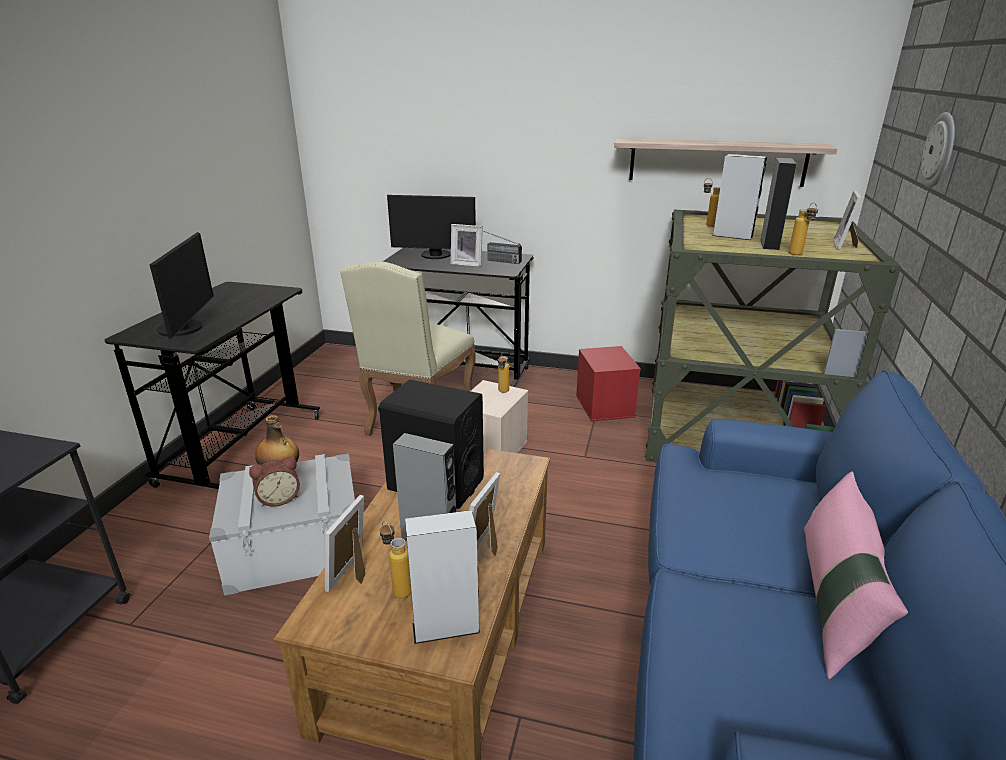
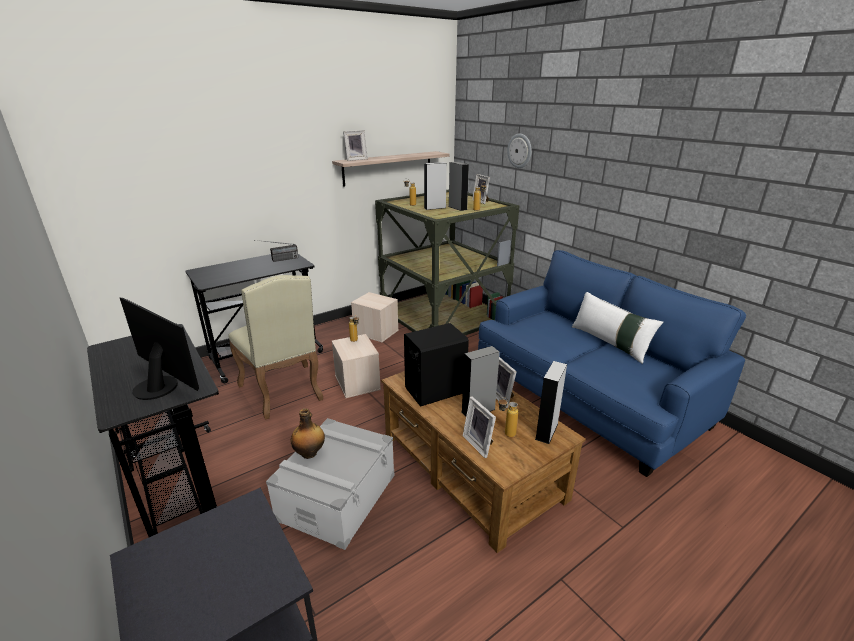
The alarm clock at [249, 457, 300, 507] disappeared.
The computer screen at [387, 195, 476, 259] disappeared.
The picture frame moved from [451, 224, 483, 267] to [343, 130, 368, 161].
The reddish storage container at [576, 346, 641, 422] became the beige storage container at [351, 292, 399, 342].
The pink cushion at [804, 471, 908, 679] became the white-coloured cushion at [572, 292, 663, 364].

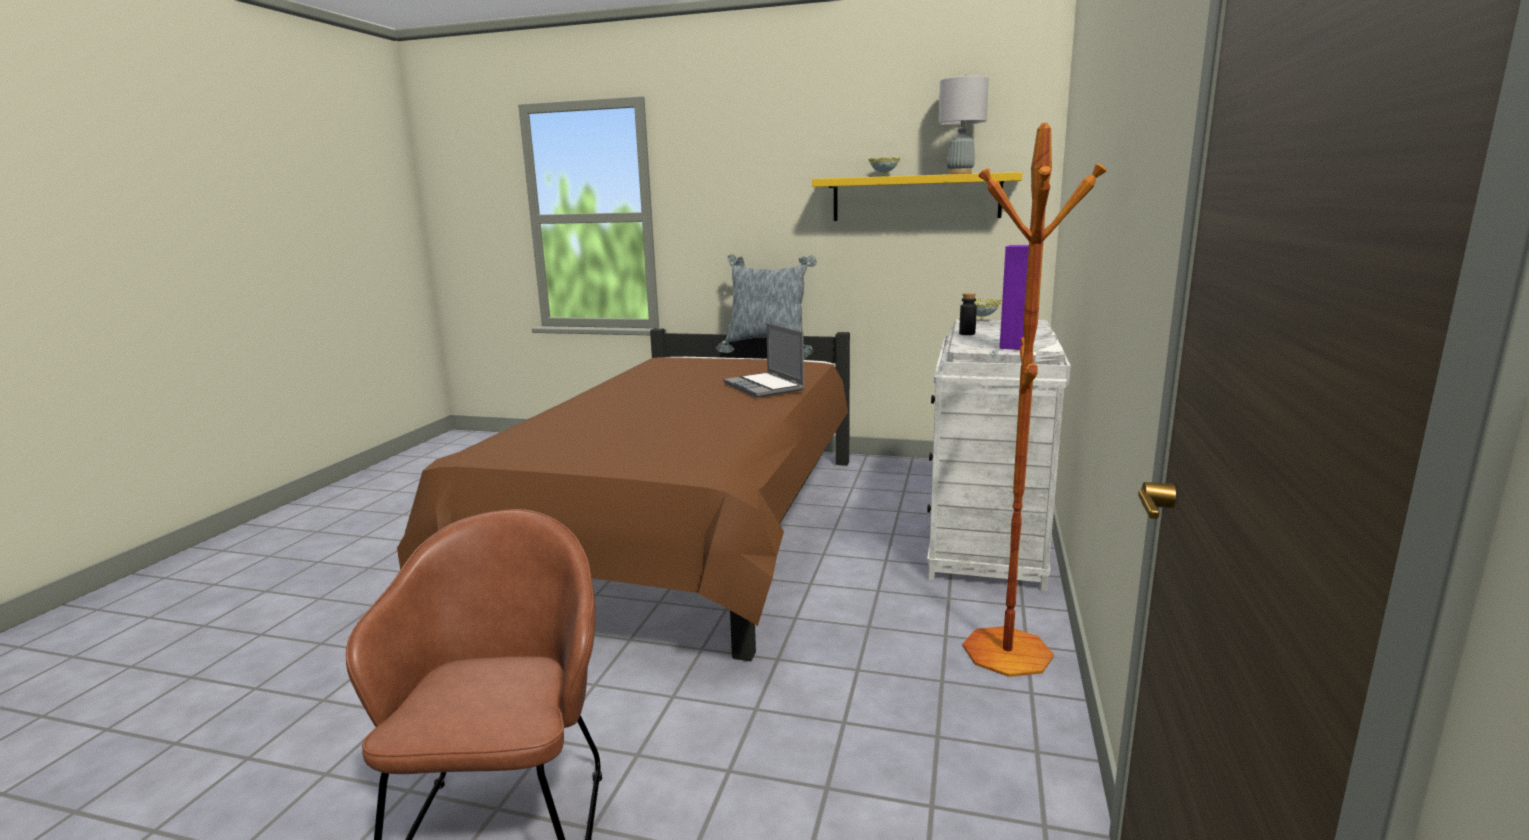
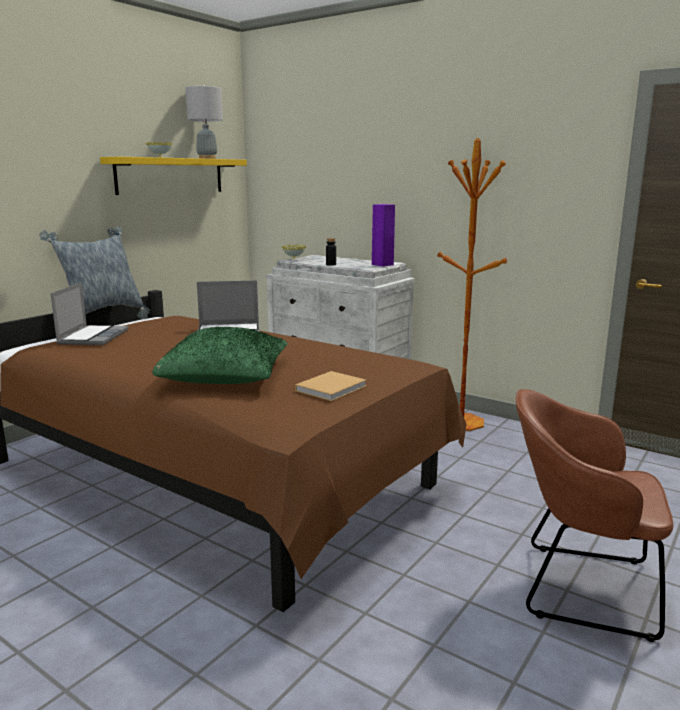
The portable computer at [50, 282, 129, 345] appeared.
The green-coloured cushion at [152, 327, 287, 384] appeared.
The beige book at [295, 371, 367, 401] appeared.

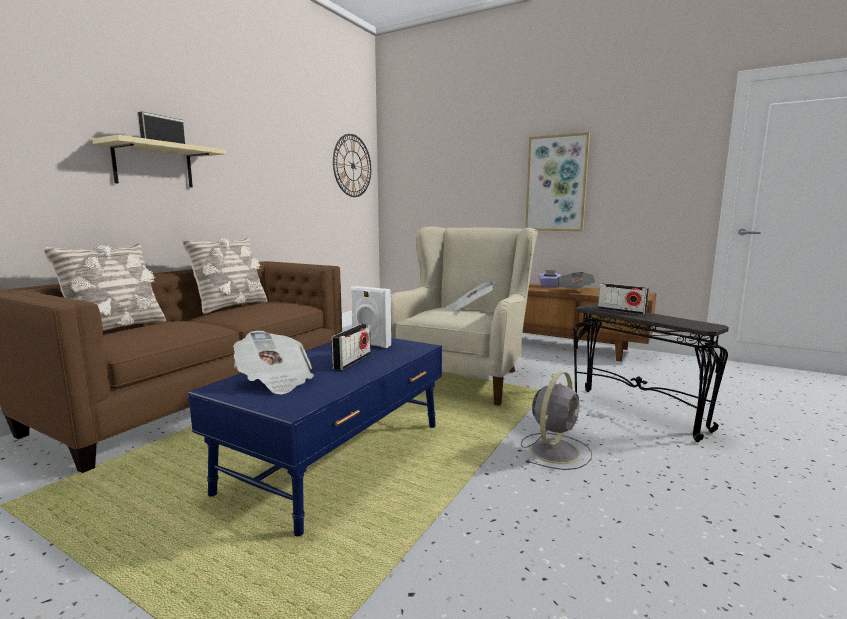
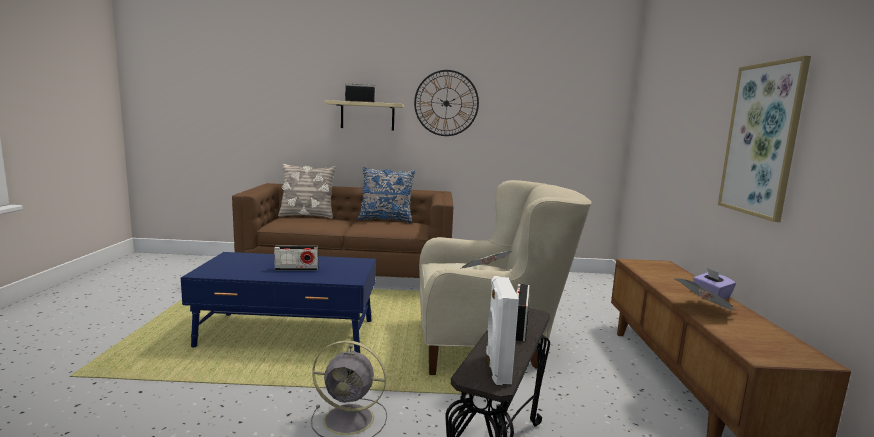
The beige cushion at [182, 237, 267, 314] became the blue cushion at [358, 167, 415, 223].
The printed paper at [233, 331, 314, 395] disappeared.
The clock on the wall moved from [333, 134, 371, 197] to [414, 70, 479, 136].
The white-coloured audio speaker moved from [351, 286, 391, 348] to [486, 276, 519, 385].

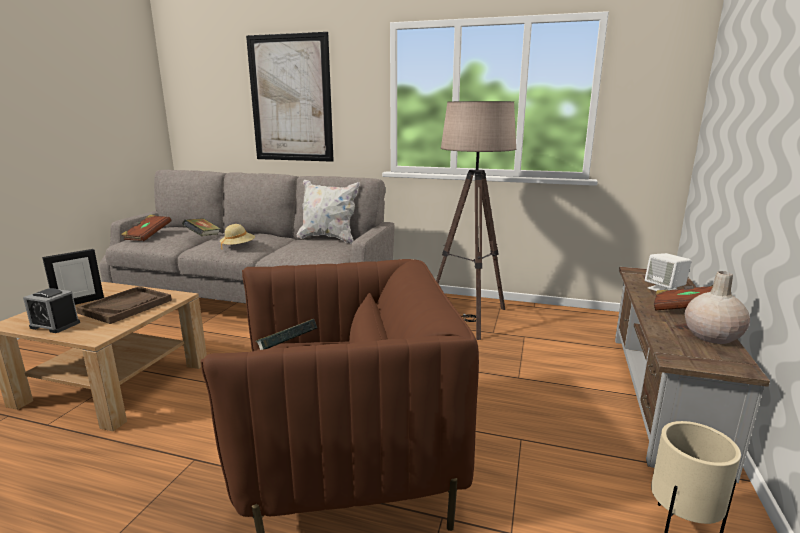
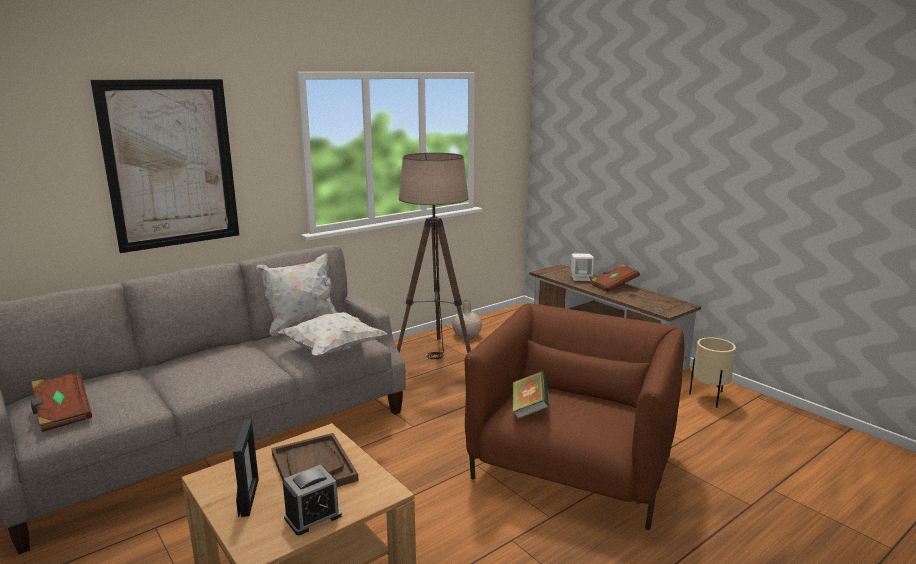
The book at [182, 218, 221, 236] disappeared.
The beige clothing hat at [220, 224, 255, 250] disappeared.
The beige decorative vase moved from [685, 271, 750, 344] to [452, 300, 482, 338].
The white-coloured cushion at [278, 312, 387, 357] appeared.

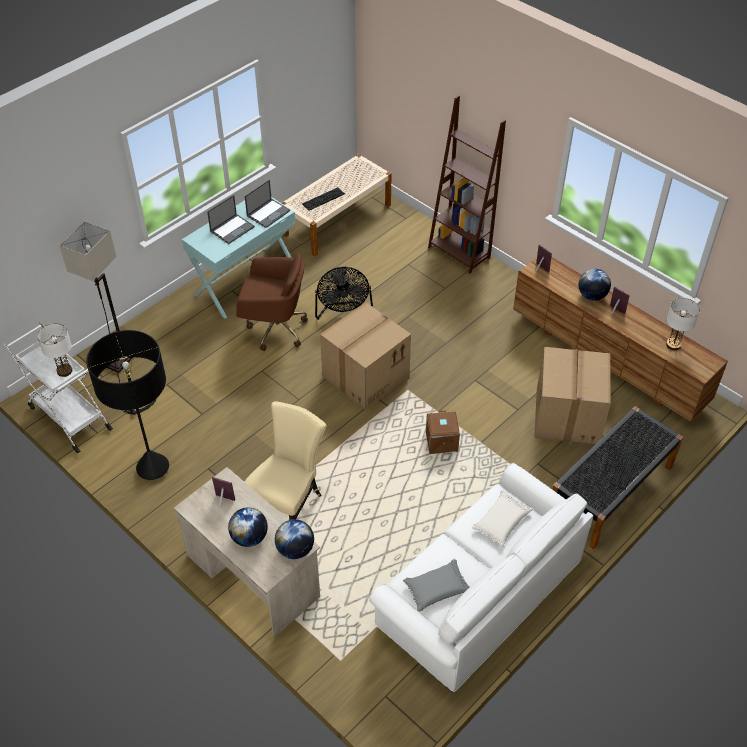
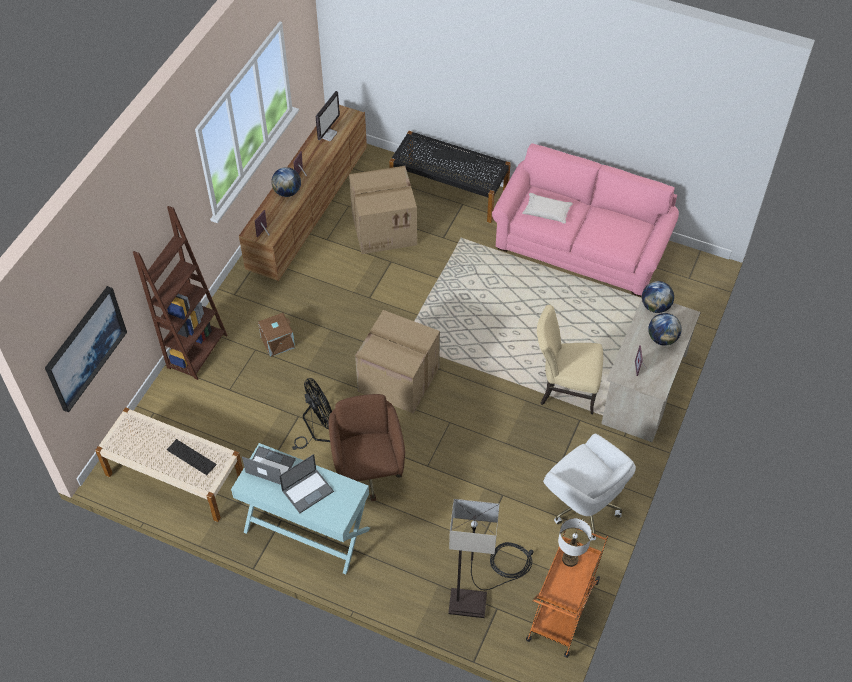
The white-coloured trolley at [4, 322, 113, 453] became the orangey trolley at [526, 528, 608, 658].
The black-coloured standing lamp at [86, 330, 169, 480] was replaced by the white-coloured computer chair at [543, 434, 636, 541].
The portable computer at [207, 195, 255, 244] turned 120 degrees clockwise.
The white-coloured settee at [369, 463, 593, 693] became the pink settee at [492, 143, 679, 297].
The greyish cushion at [403, 559, 469, 612] disappeared.
The brown storage container moved from [426, 410, 460, 454] to [258, 313, 295, 357].
The tabletop lamp at [666, 298, 700, 350] was replaced by the computer screen at [315, 91, 340, 141].
The wall art at [45, 286, 127, 412] appeared.

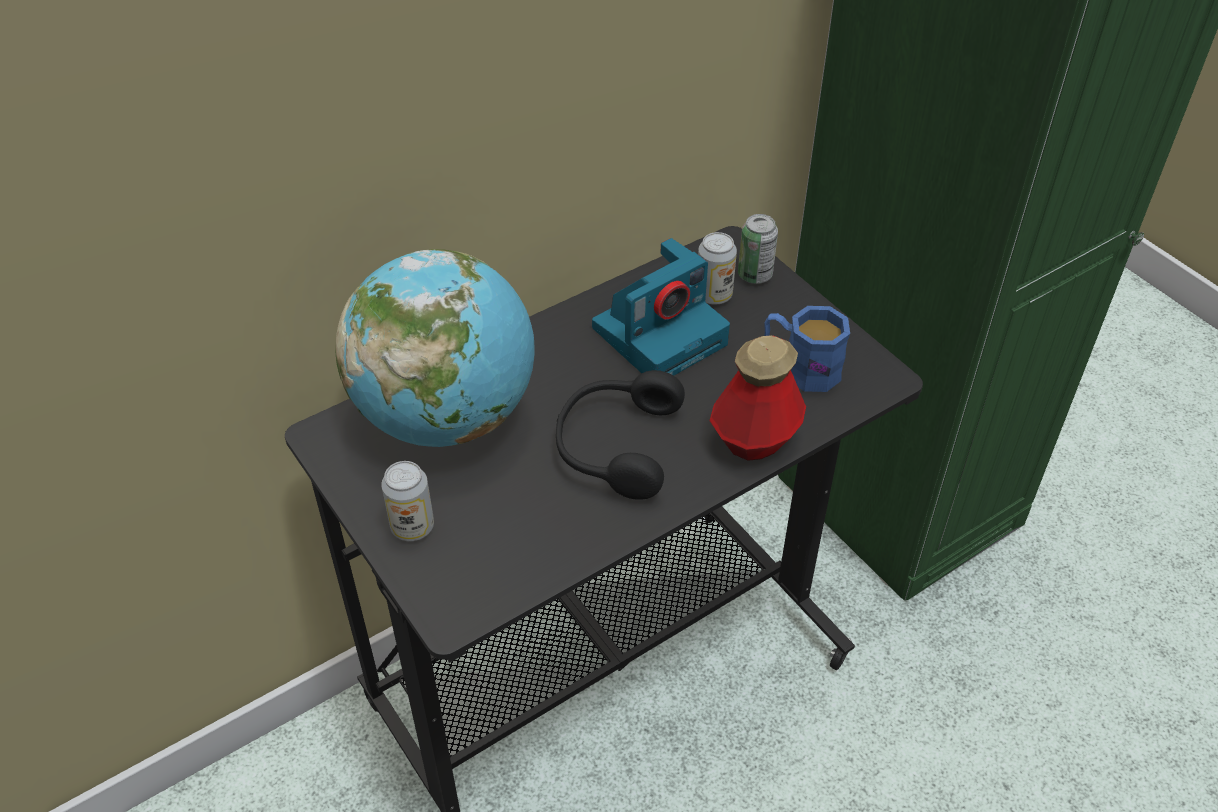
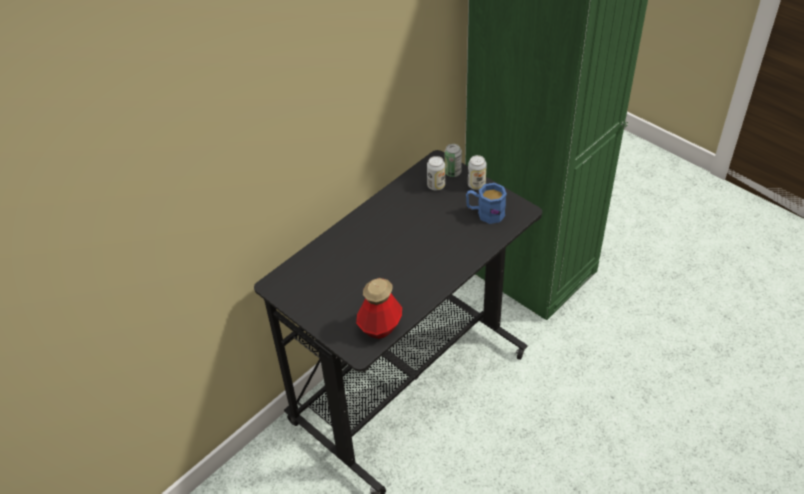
The desk globe at [336, 249, 535, 447] disappeared.
The metal can moved from [381, 461, 434, 541] to [468, 155, 487, 190].
The black-coloured headset at [556, 370, 685, 500] disappeared.
The photo camera at [592, 238, 730, 376] disappeared.
The drink bottle moved from [709, 335, 806, 461] to [356, 278, 402, 339].

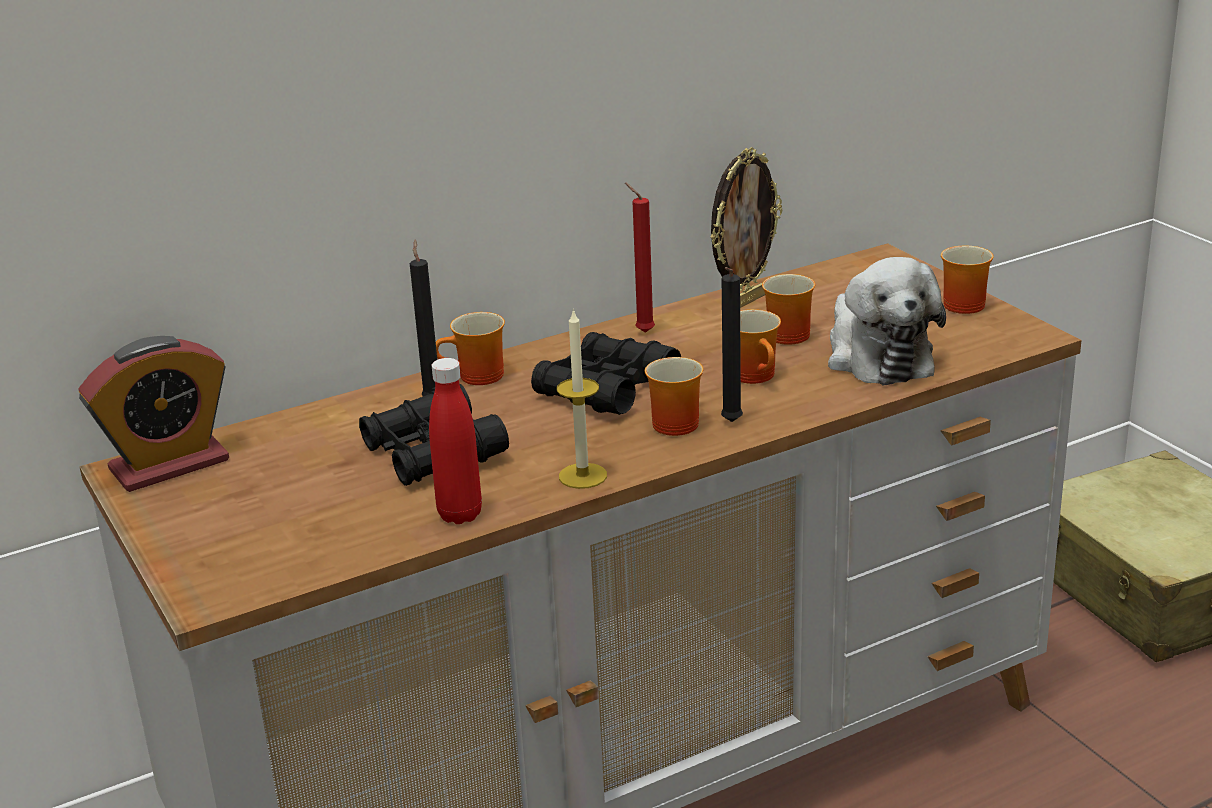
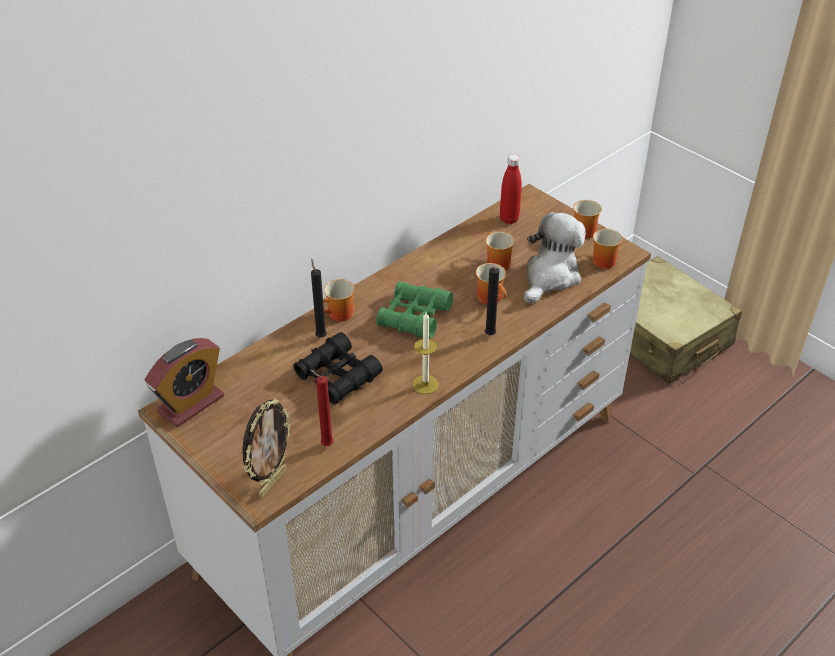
The reddish drink bottle moved from [429, 358, 482, 524] to [500, 154, 522, 224].
The black-coloured pair of binoculars at [531, 332, 681, 415] became the green-coloured pair of binoculars at [376, 281, 453, 338].
The reddish candle moved from [625, 183, 655, 333] to [310, 369, 334, 446].
The tea mug moved from [645, 357, 703, 436] to [593, 229, 622, 269].
The picture frame moved from [711, 147, 782, 308] to [242, 399, 292, 498].
The plush toy at [828, 257, 946, 385] turned 120 degrees counterclockwise.

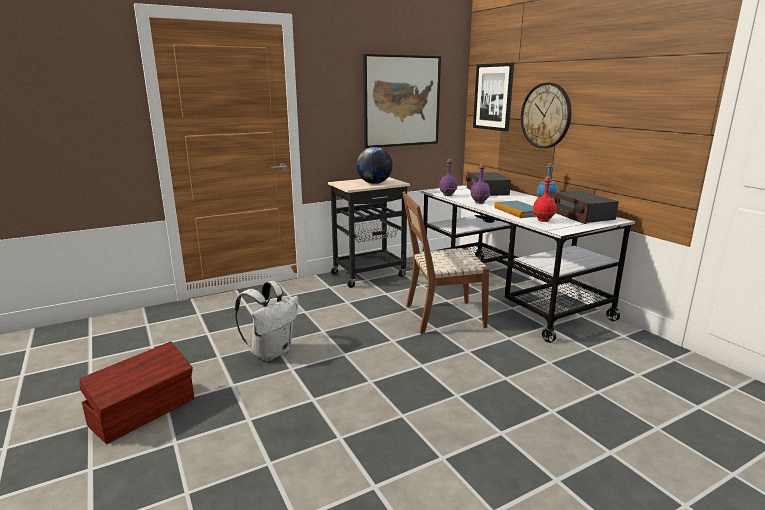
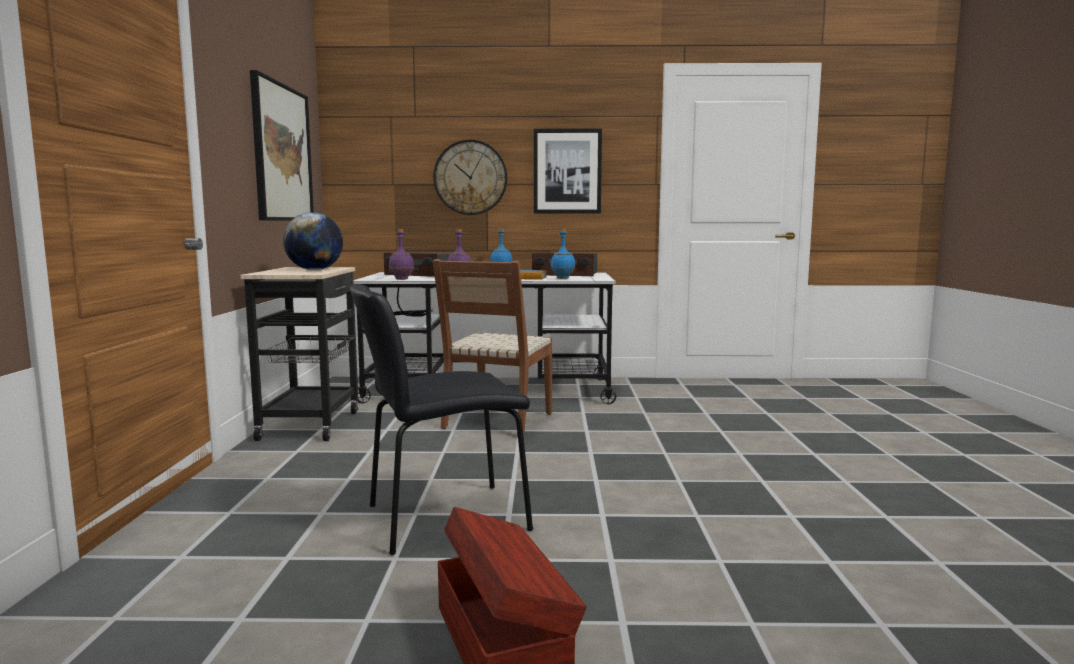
The white-coloured knapsack at [235, 281, 299, 361] was replaced by the black-coloured plain chair at [350, 284, 533, 555].
The wall art moved from [473, 63, 514, 132] to [534, 128, 602, 213].
The reddish drink bottle at [533, 177, 556, 222] became the blue drink bottle at [551, 229, 575, 279].

